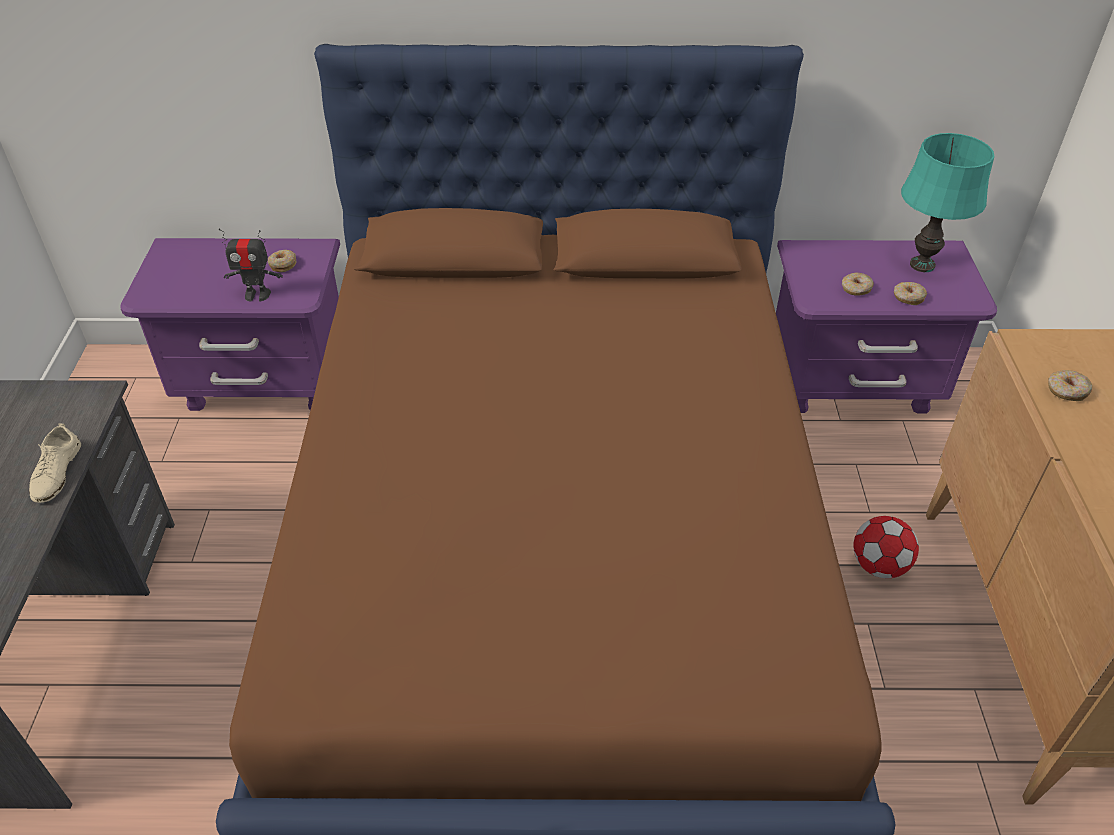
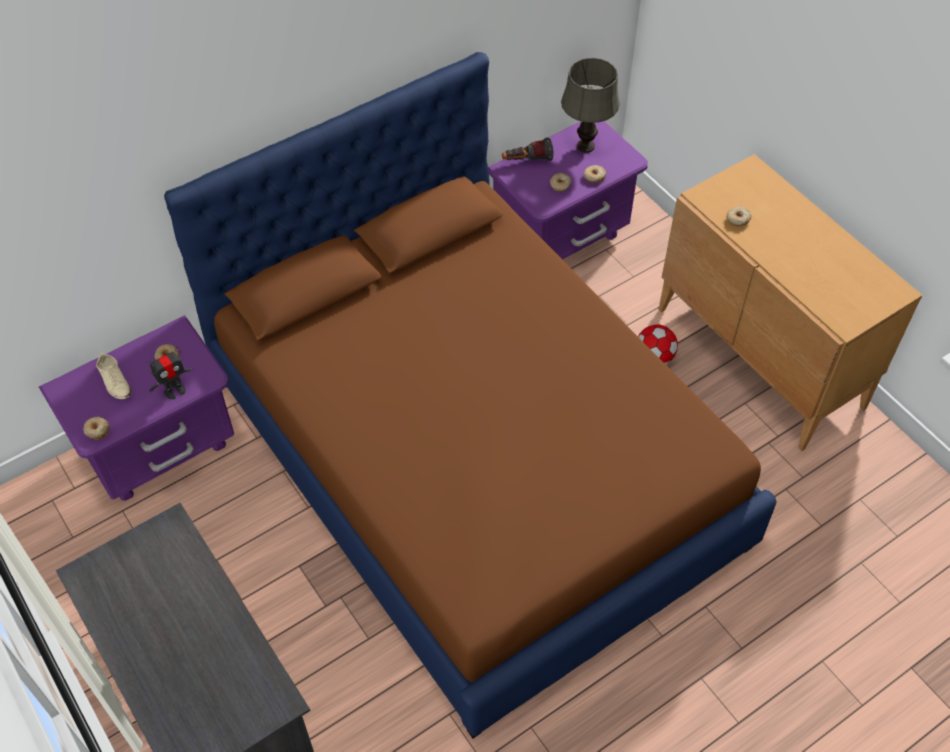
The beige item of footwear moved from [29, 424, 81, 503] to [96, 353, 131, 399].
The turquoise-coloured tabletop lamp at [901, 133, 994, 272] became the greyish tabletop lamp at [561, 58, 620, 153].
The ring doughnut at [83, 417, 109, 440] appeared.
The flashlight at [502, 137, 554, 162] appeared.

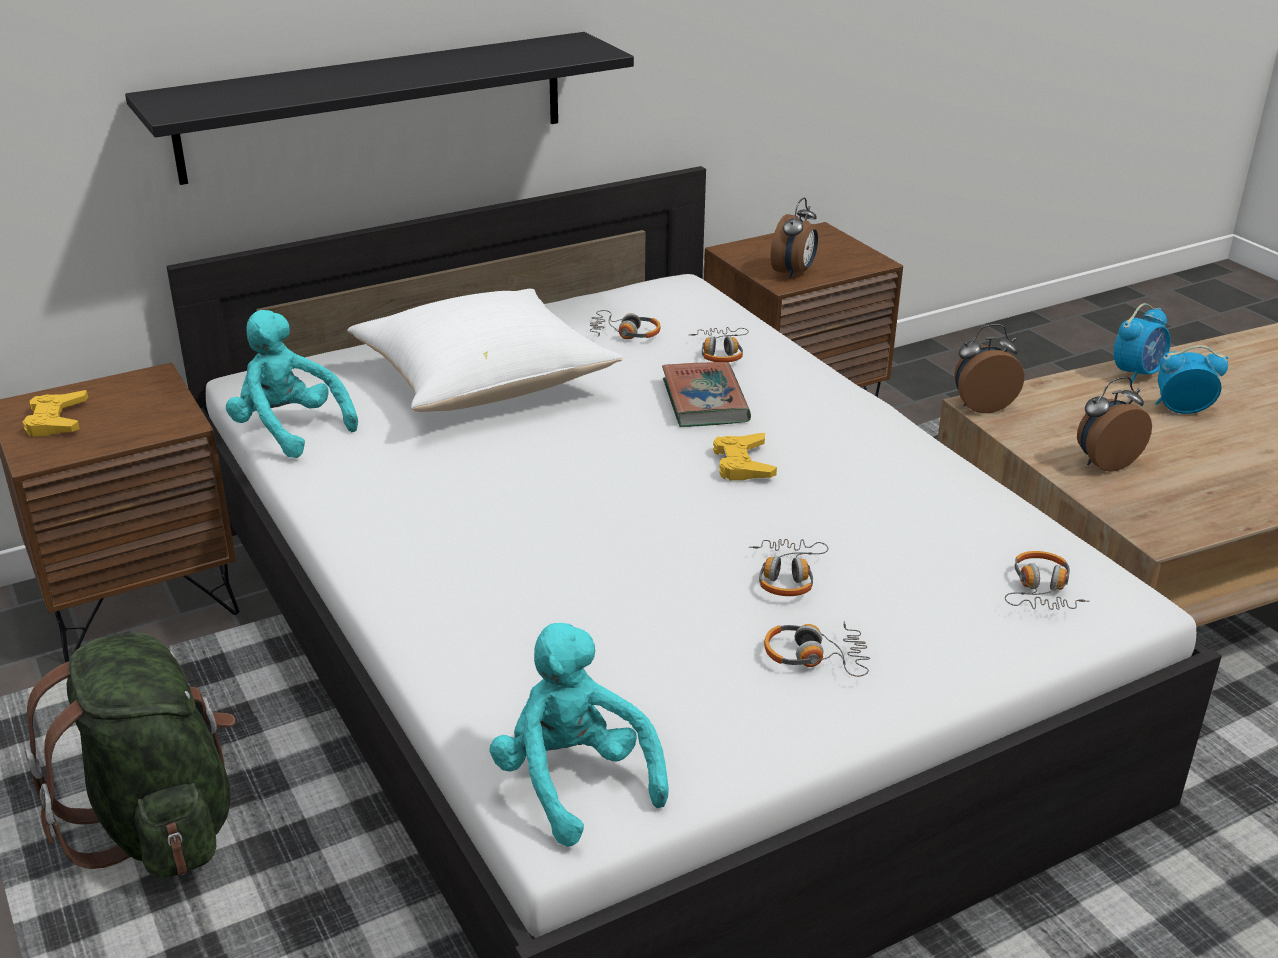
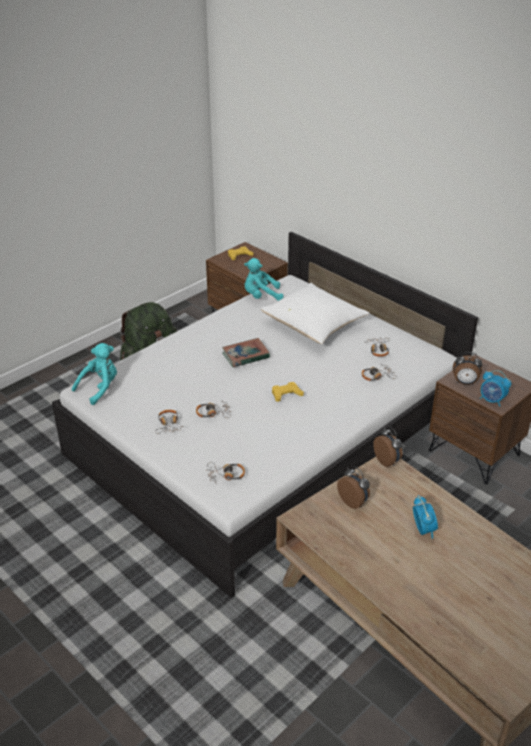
The black-coloured shelf at [125, 32, 634, 185] disappeared.
The turquoise-coloured plush toy at [226, 310, 358, 458] turned 120 degrees counterclockwise.
The book moved from [662, 362, 751, 427] to [222, 338, 270, 367].
The alarm clock moved from [1114, 303, 1171, 383] to [480, 370, 511, 407].

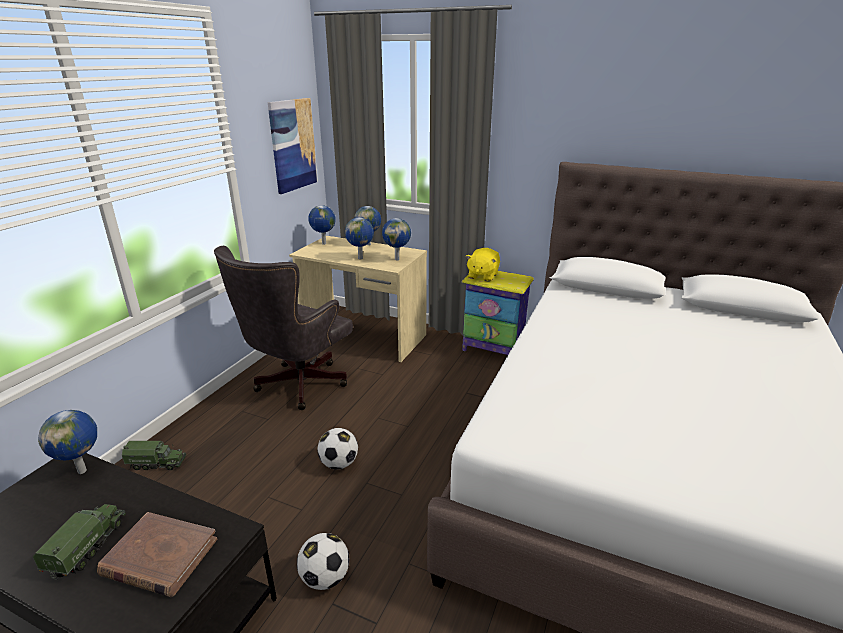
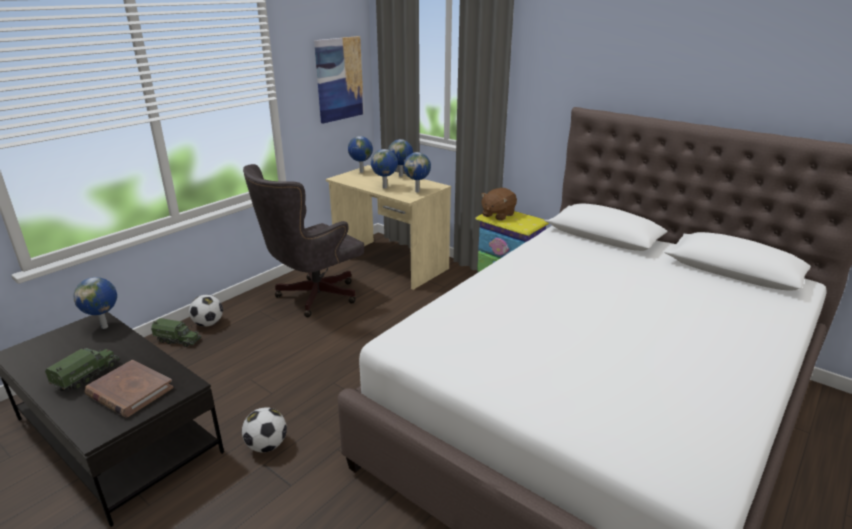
The football ball moved from [317, 428, 358, 469] to [189, 295, 223, 327].
The yellowish plush toy at [466, 248, 500, 281] became the brown plush toy at [481, 188, 517, 221].

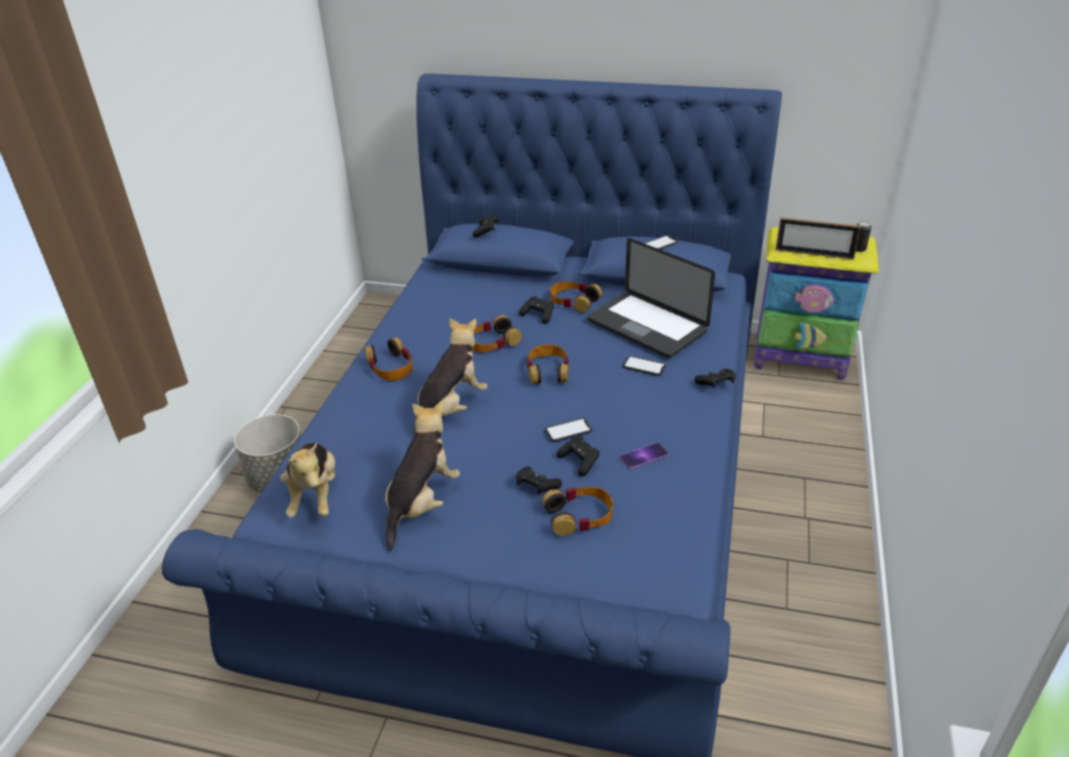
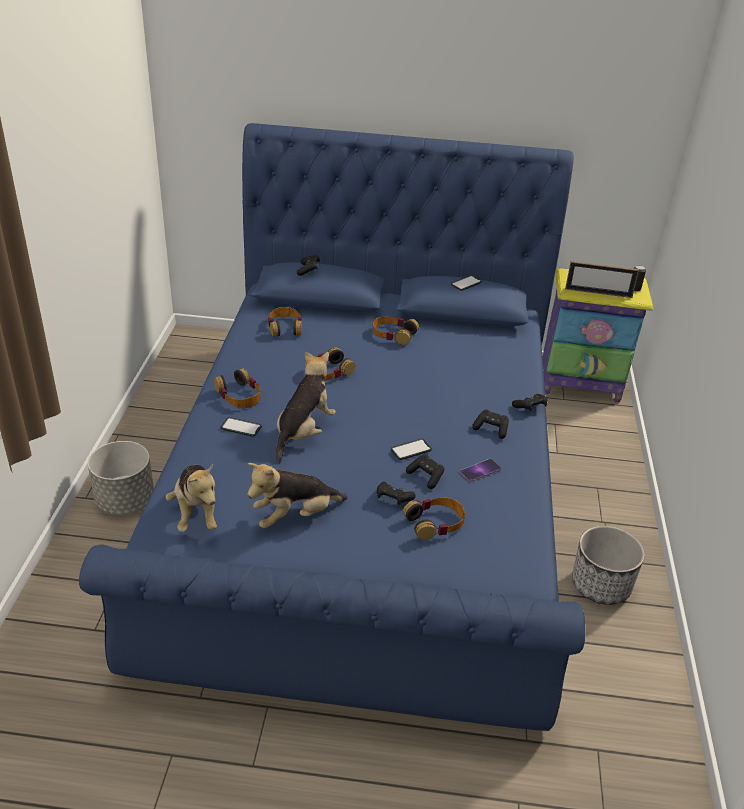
The plush toy at [385, 401, 460, 551] turned 135 degrees counterclockwise.
The black-coloured gamepad moved from [519, 296, 554, 324] to [472, 410, 509, 439].
The headset moved from [527, 344, 569, 384] to [268, 307, 302, 336].
The portable computer at [587, 238, 715, 358] disappeared.
The phone moved from [623, 356, 666, 376] to [220, 417, 262, 437].
The planter at [572, 526, 645, 605] appeared.

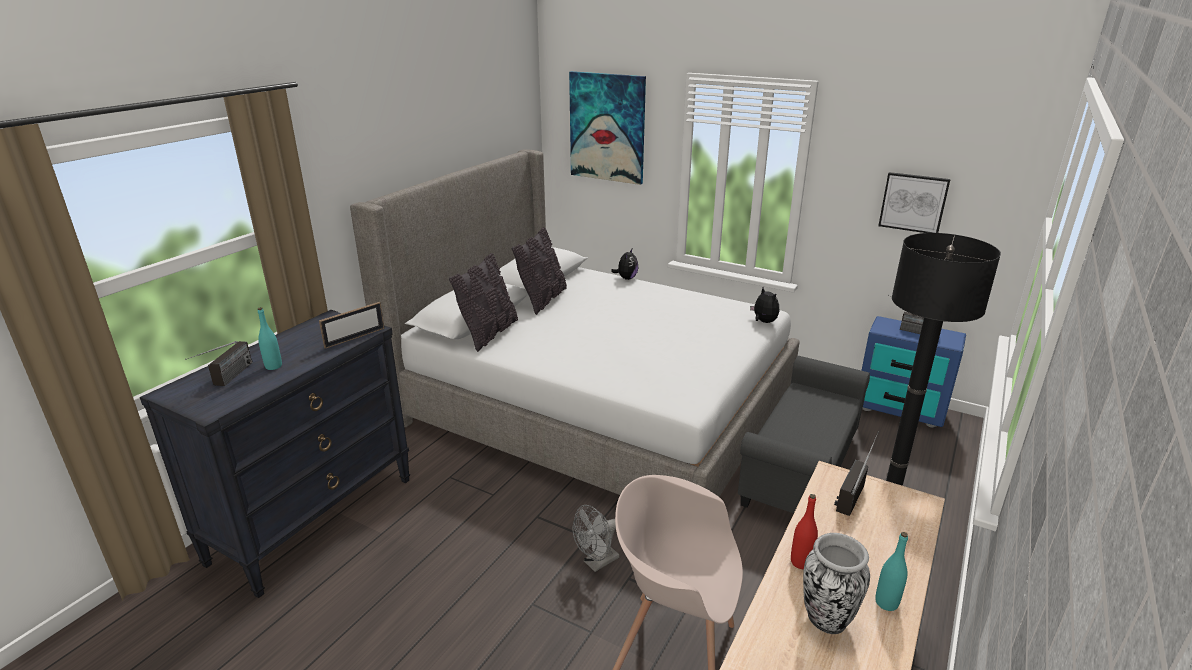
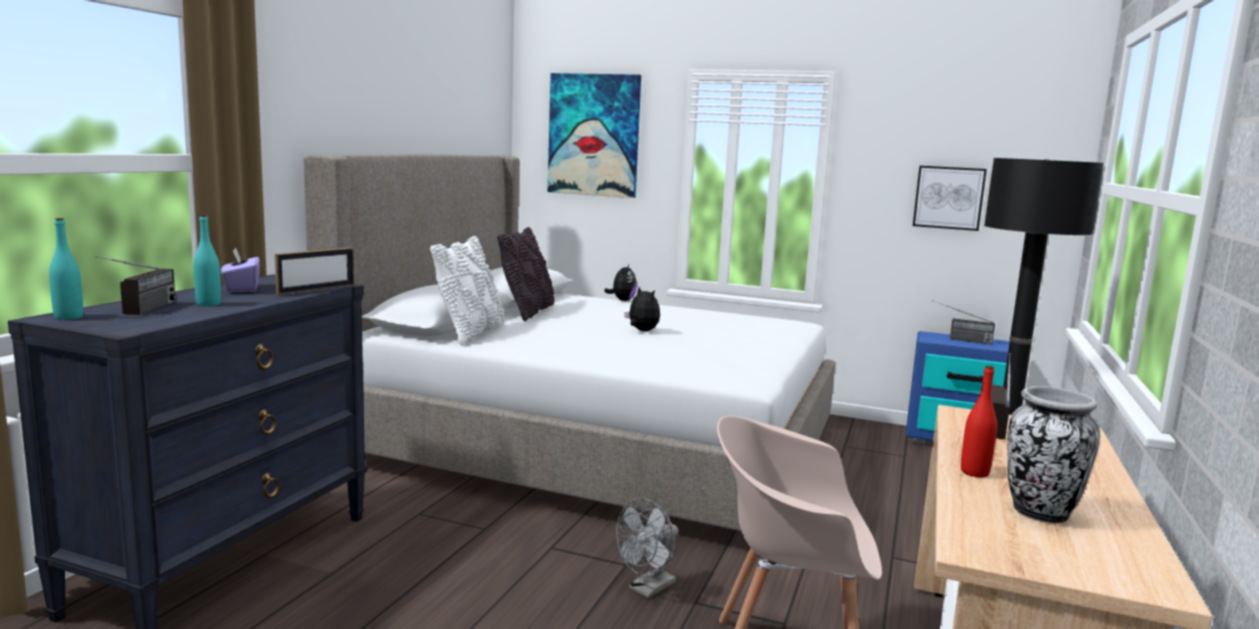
The black-coloured cushion at [449, 253, 518, 352] became the white-coloured cushion at [430, 236, 505, 345].
The greyish pouffe at [738, 356, 870, 513] disappeared.
The plush toy moved from [750, 287, 779, 323] to [624, 287, 660, 331].
The turquoise-coloured drink bottle moved from [875, 532, 908, 611] to [49, 218, 83, 320].
The purplish tissue holder at [221, 248, 260, 292] appeared.

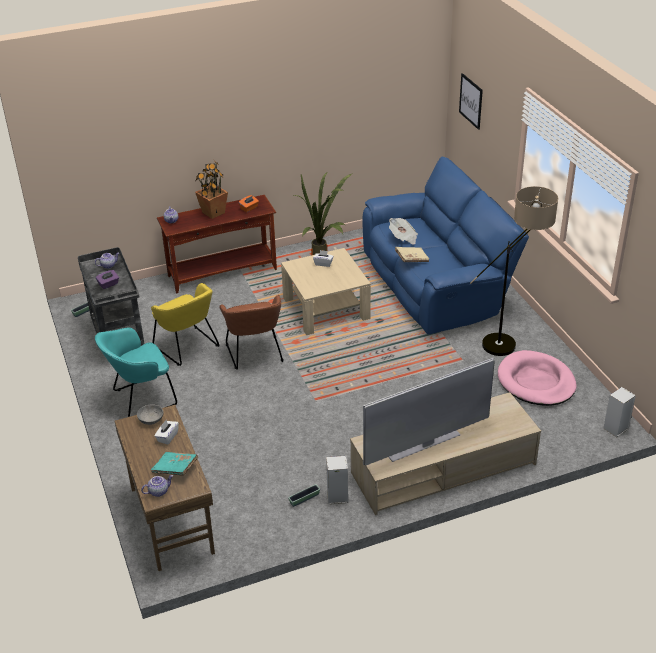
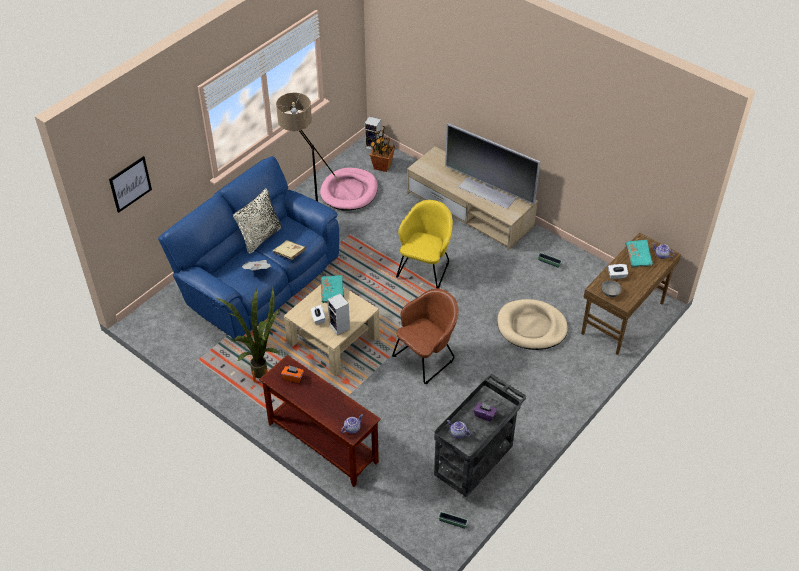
The turquoise-coloured armchair at [95, 327, 177, 417] disappeared.
The yellowish armchair moved from [151, 283, 219, 366] to [396, 200, 453, 289].
The plant in a pot moved from [195, 162, 228, 219] to [370, 126, 395, 172].
The audio speaker moved from [326, 456, 348, 504] to [327, 294, 350, 336].
The beige cushion at [233, 188, 281, 253] appeared.
The turquoise-coloured book at [321, 275, 344, 303] appeared.
The beige dog cushion at [497, 299, 568, 350] appeared.

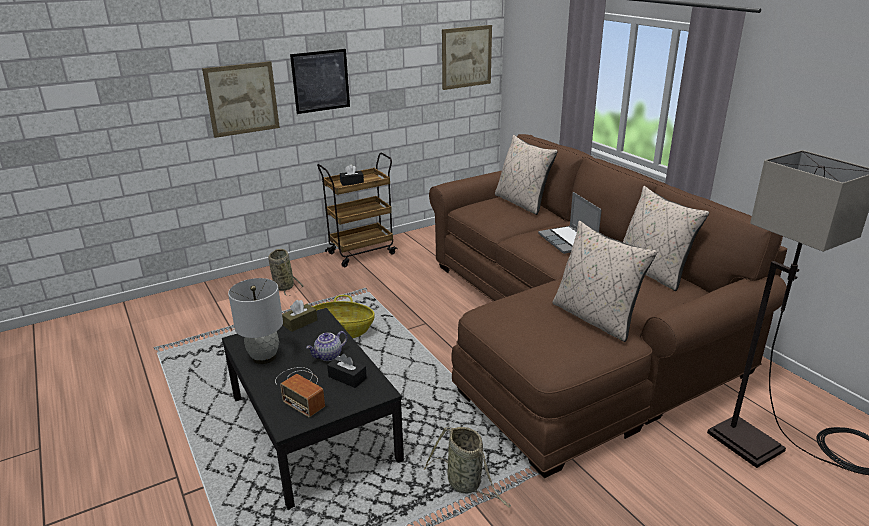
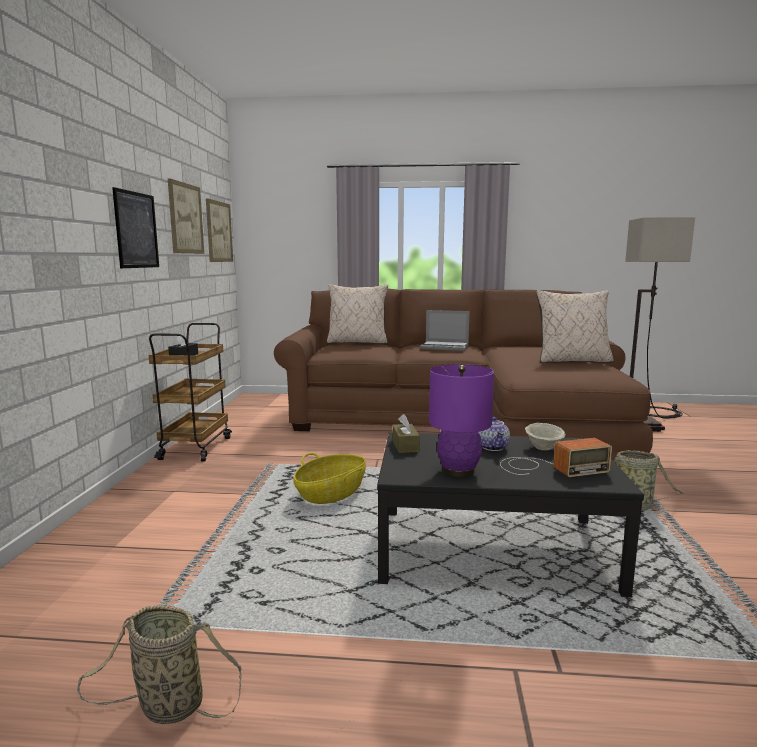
The wall art moved from [202, 61, 280, 138] to [168, 178, 204, 254].
The white-coloured tabletop lamp at [228, 278, 283, 364] became the purplish tabletop lamp at [429, 364, 494, 478].
The storage basket moved from [268, 249, 305, 296] to [77, 605, 242, 724].
The black-coloured tissue holder at [327, 354, 367, 388] was replaced by the beige deep dish at [525, 423, 565, 451].
The beige cushion at [623, 186, 709, 291] disappeared.

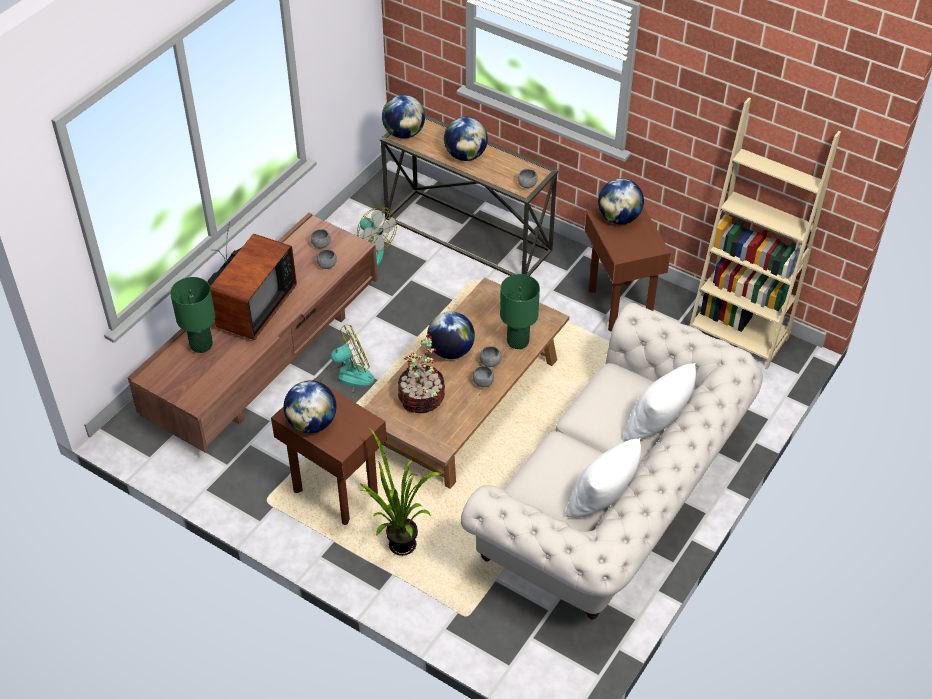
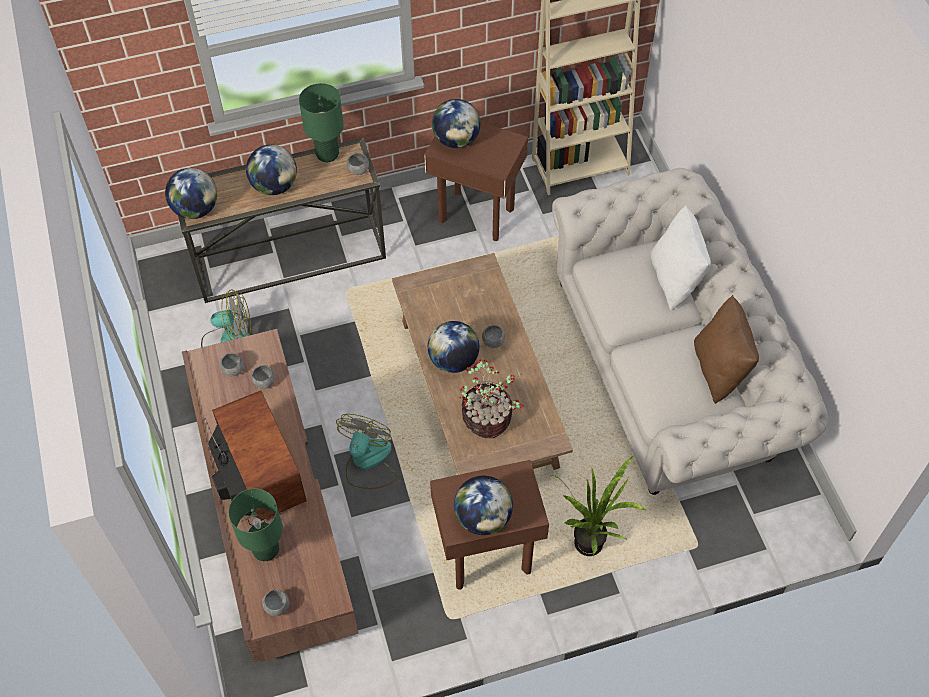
The greyish deep dish moved from [472, 366, 494, 387] to [262, 590, 289, 616].
The green-coloured tabletop lamp moved from [500, 274, 540, 349] to [299, 83, 344, 163].
The white-coloured cushion at [566, 438, 641, 518] became the brown cushion at [694, 295, 759, 404].

